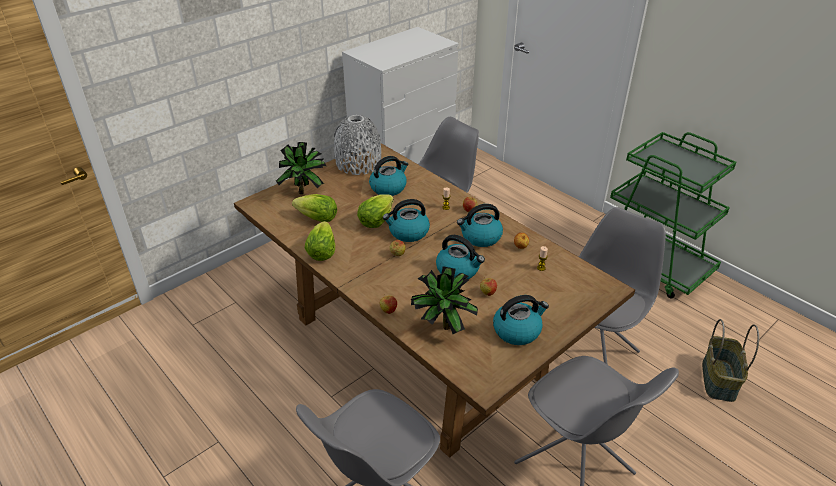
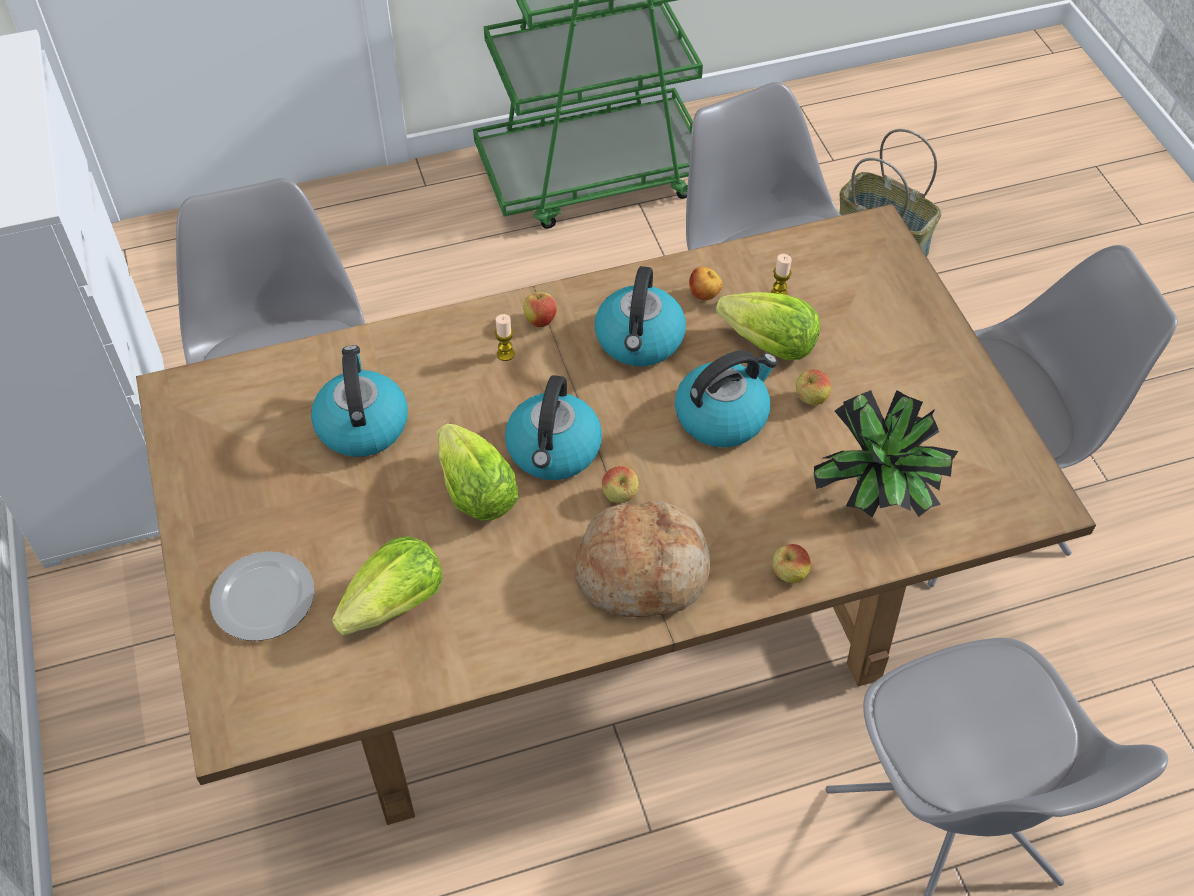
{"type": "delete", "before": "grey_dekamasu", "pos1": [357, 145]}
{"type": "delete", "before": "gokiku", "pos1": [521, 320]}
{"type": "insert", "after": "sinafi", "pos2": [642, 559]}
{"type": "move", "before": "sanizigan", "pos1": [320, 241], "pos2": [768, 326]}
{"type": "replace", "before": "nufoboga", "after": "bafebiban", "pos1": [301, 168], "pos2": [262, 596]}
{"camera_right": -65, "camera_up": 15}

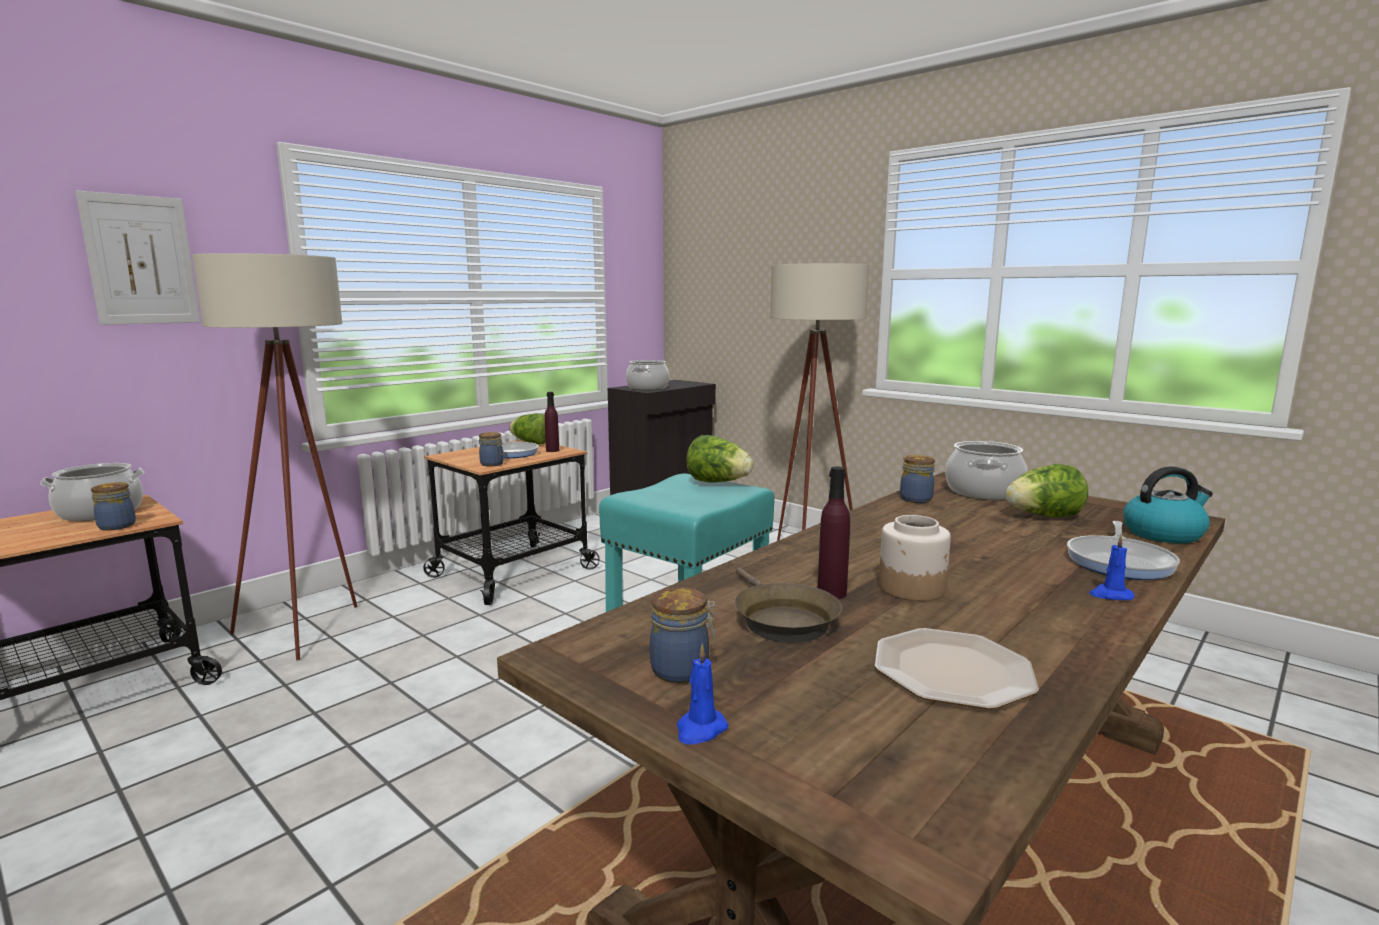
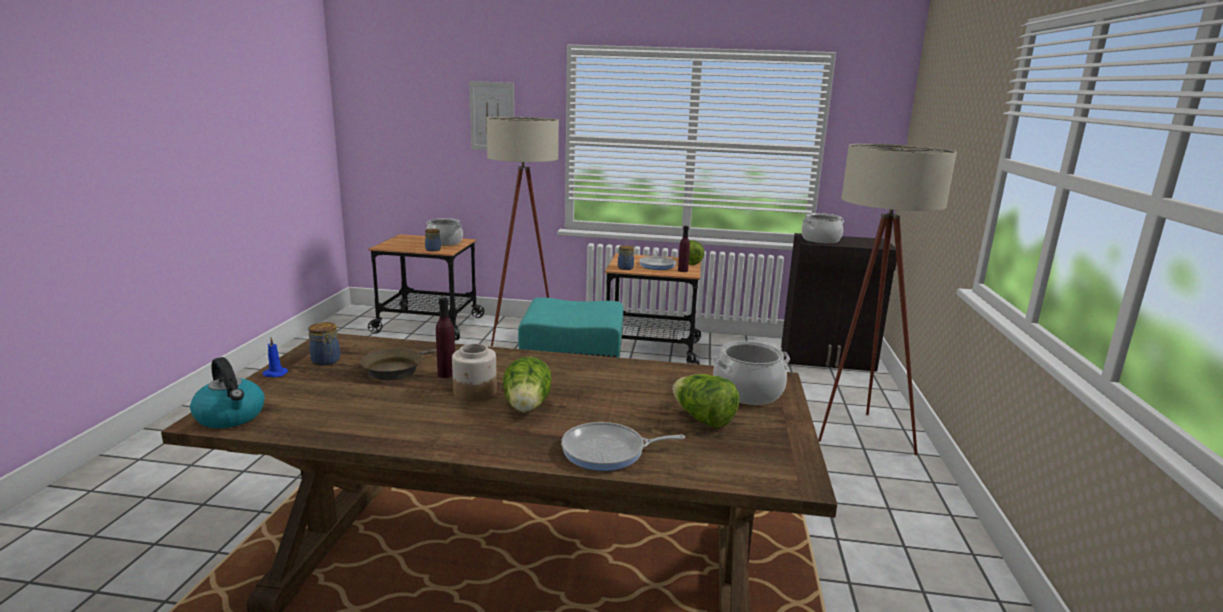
{"type": "delete", "before": "bafebiban", "pos1": [957, 668]}
{"type": "delete", "before": "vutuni", "pos1": [917, 479]}
{"type": "delete", "before": "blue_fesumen", "pos1": [1111, 567]}
{"type": "move", "before": "sanizigan", "pos1": [720, 459], "pos2": [527, 384]}
{"type": "move", "before": "gokiku", "pos1": [1168, 504], "pos2": [227, 392]}
{"camera_right": 55, "camera_up": 5}

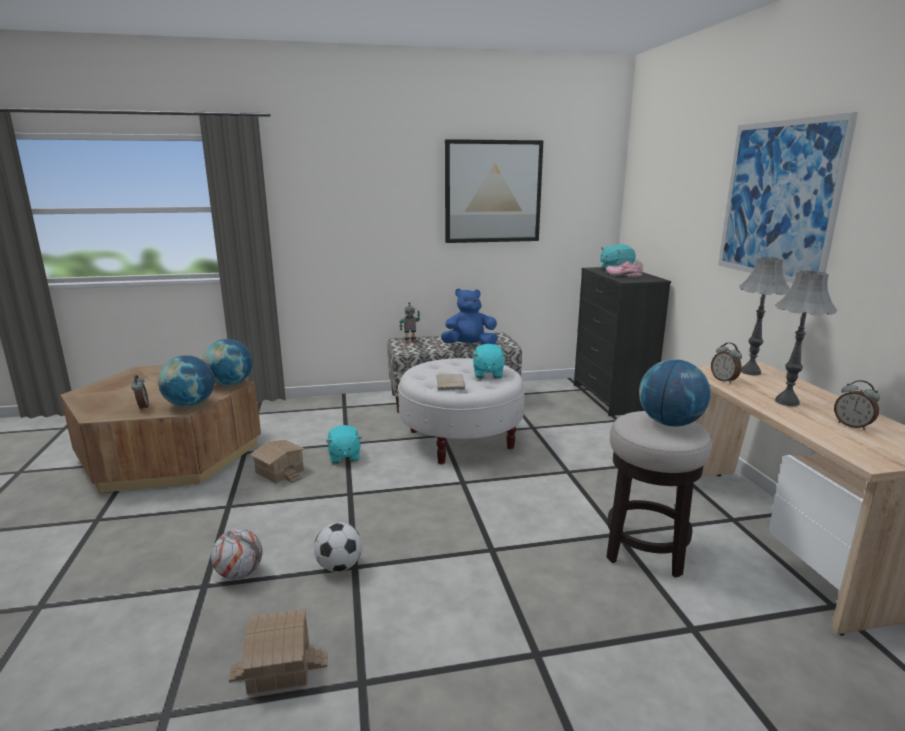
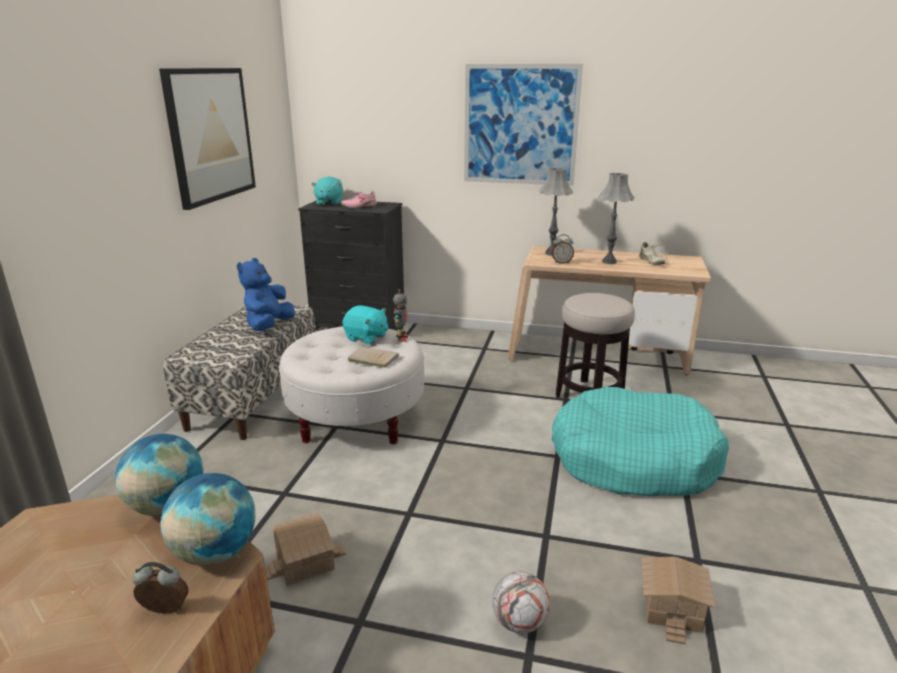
{"type": "delete", "before": "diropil", "pos1": [338, 547]}
{"type": "delete", "before": "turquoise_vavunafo", "pos1": [344, 444]}
{"type": "delete", "before": "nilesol", "pos1": [675, 392]}
{"type": "insert", "after": "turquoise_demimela", "pos2": [640, 442]}
{"type": "move", "before": "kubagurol", "pos1": [410, 322], "pos2": [400, 315]}
{"type": "replace", "before": "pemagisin", "after": "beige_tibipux", "pos1": [857, 405], "pos2": [652, 253]}
{"camera_right": -65, "camera_up": 5}

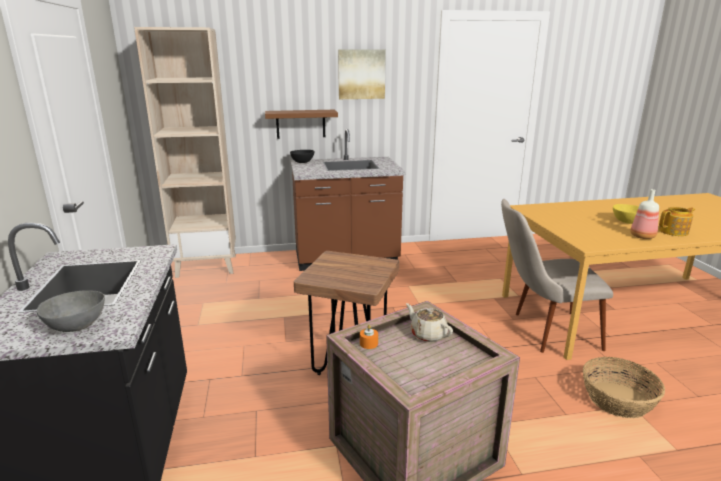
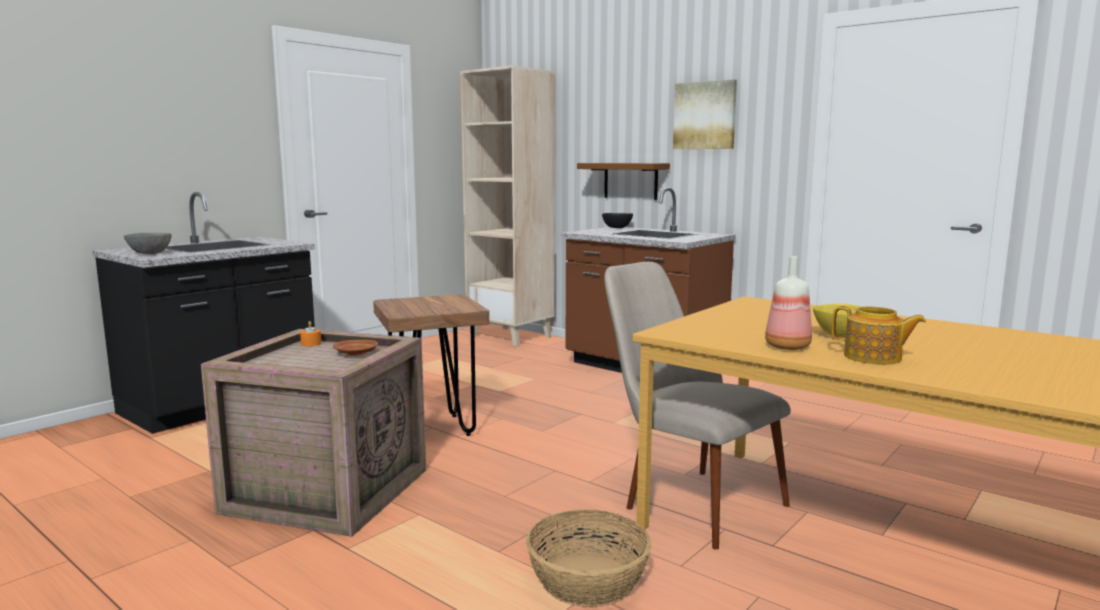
{"type": "replace", "before": "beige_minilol", "after": "brown_bafebiban", "pos1": [429, 322], "pos2": [355, 348]}
{"camera_right": 50, "camera_up": -10}

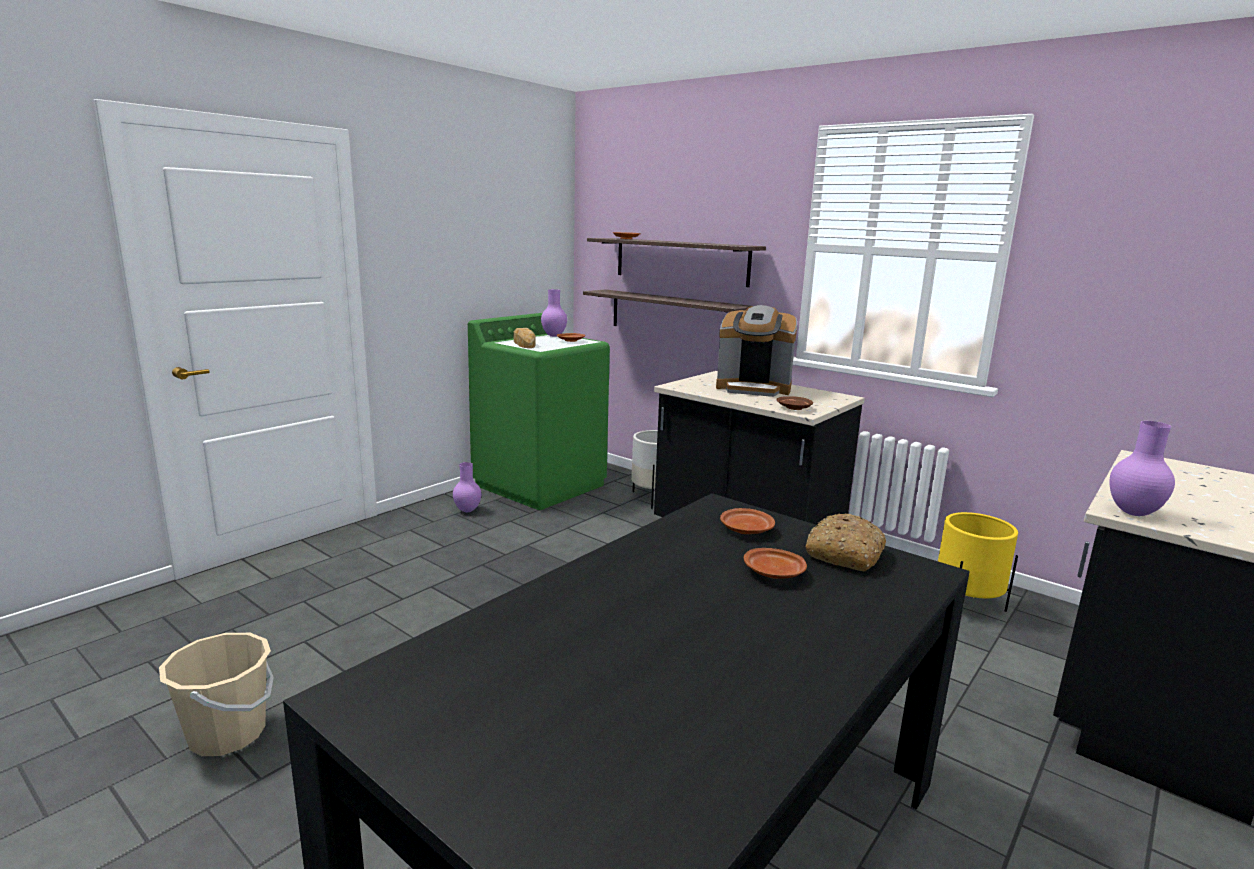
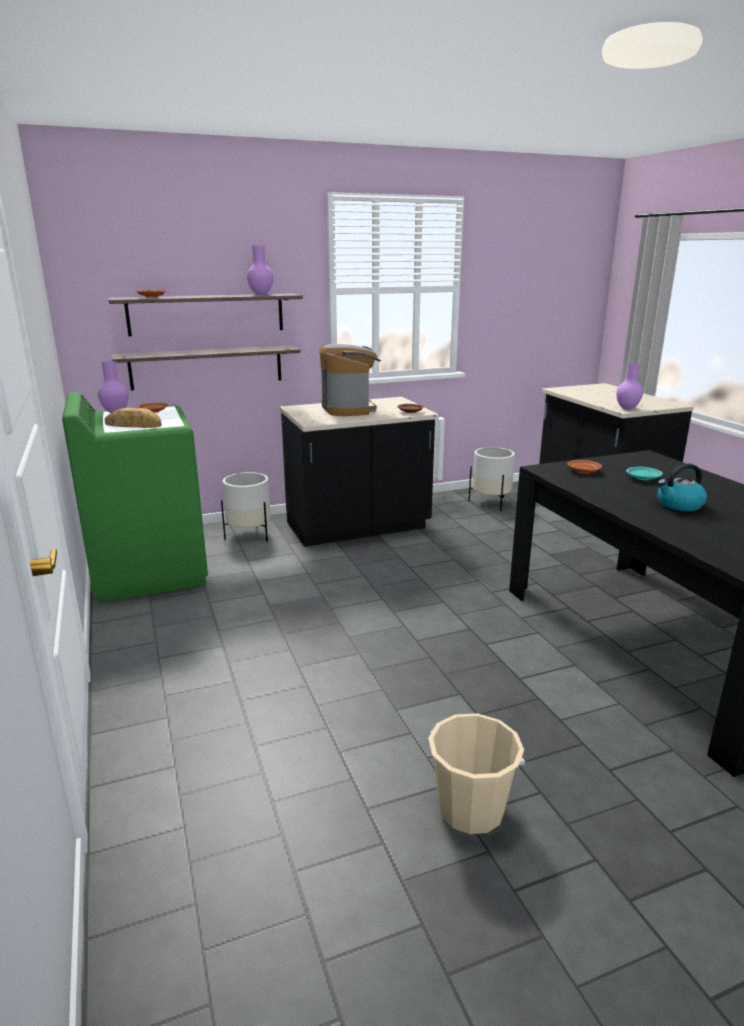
{"type": "delete", "before": "sinafi", "pos1": [846, 542]}
{"type": "insert", "after": "gokiku", "pos2": [682, 487]}
{"type": "move", "before": "purple_dekamasu", "pos1": [467, 487], "pos2": [260, 270]}
{"type": "recolor", "before": "brown_bafebiban", "after": "turquoise_bafebiban", "pos1": [775, 563], "pos2": [644, 473]}
{"type": "recolor", "before": "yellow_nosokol", "after": "white_nosokol", "pos1": [978, 562], "pos2": [492, 479]}
{"type": "rotate", "before": "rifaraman", "pos1": [756, 351], "pos2": [349, 380], "turn": -60}
{"camera_right": -60, "camera_up": 5}

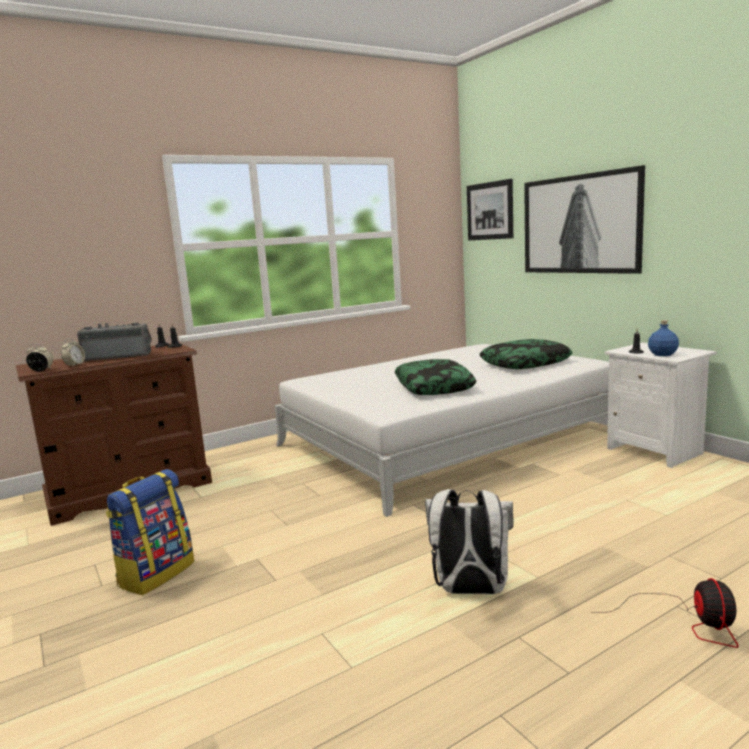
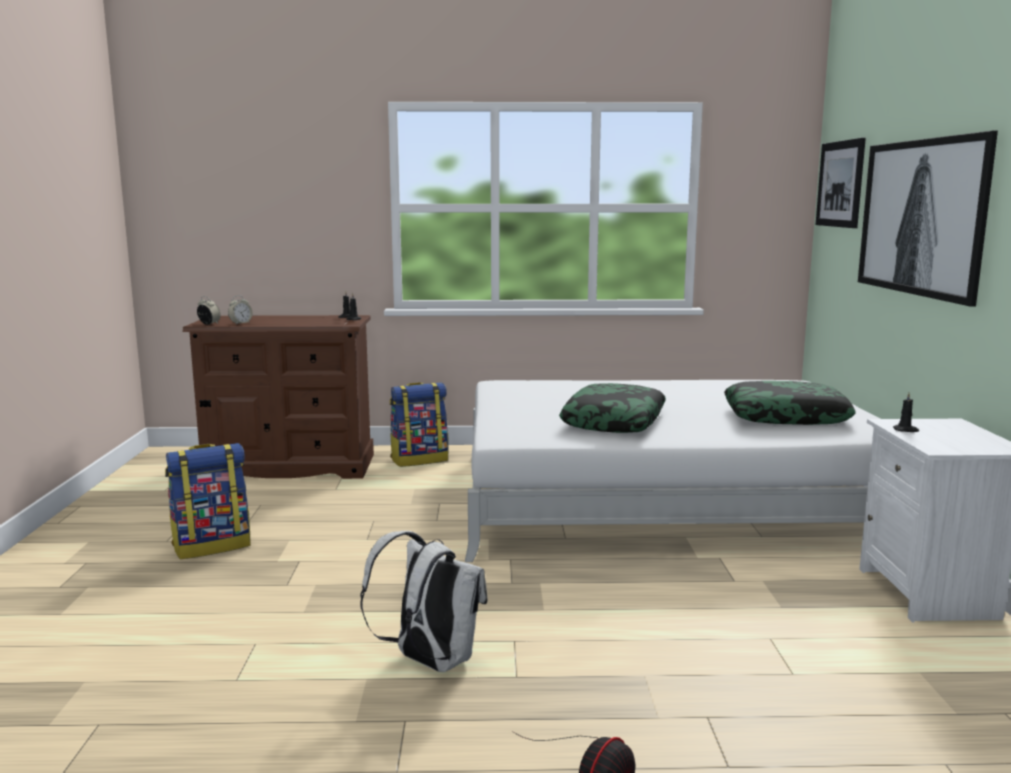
{"type": "delete", "before": "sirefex", "pos1": [114, 342]}
{"type": "delete", "before": "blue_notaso", "pos1": [663, 338]}
{"type": "insert", "after": "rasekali", "pos2": [419, 424]}
{"camera_right": 30, "camera_up": 0}

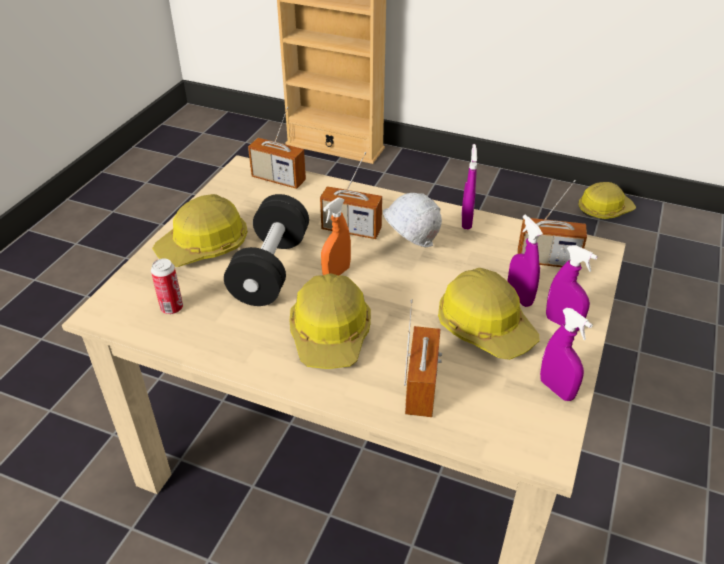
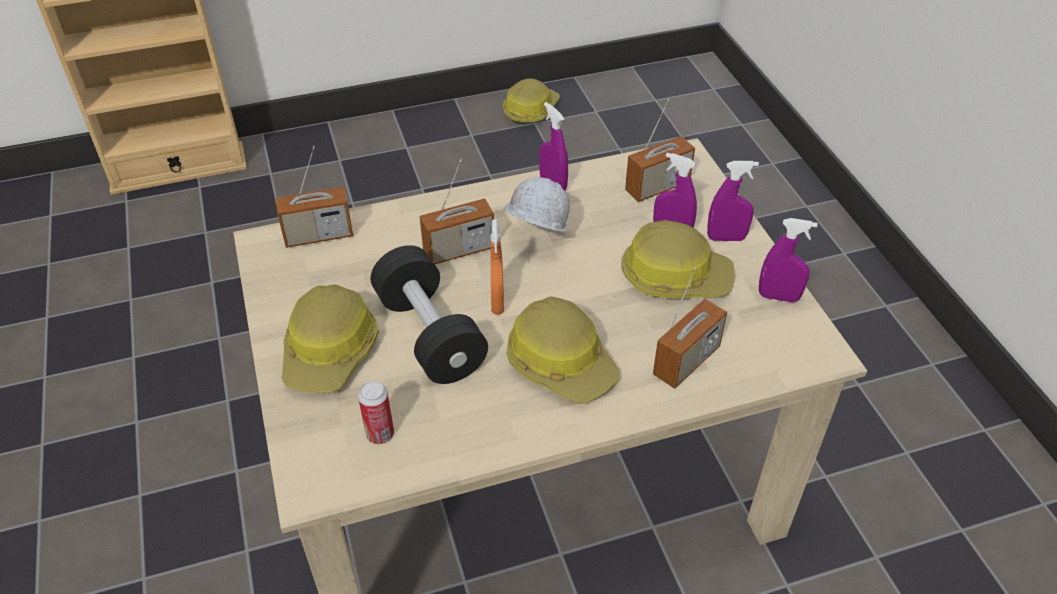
{"type": "rotate", "before": "sirefex", "pos1": [423, 358], "pos2": [690, 328], "turn": 75}
{"camera_right": -40, "camera_up": 5}

